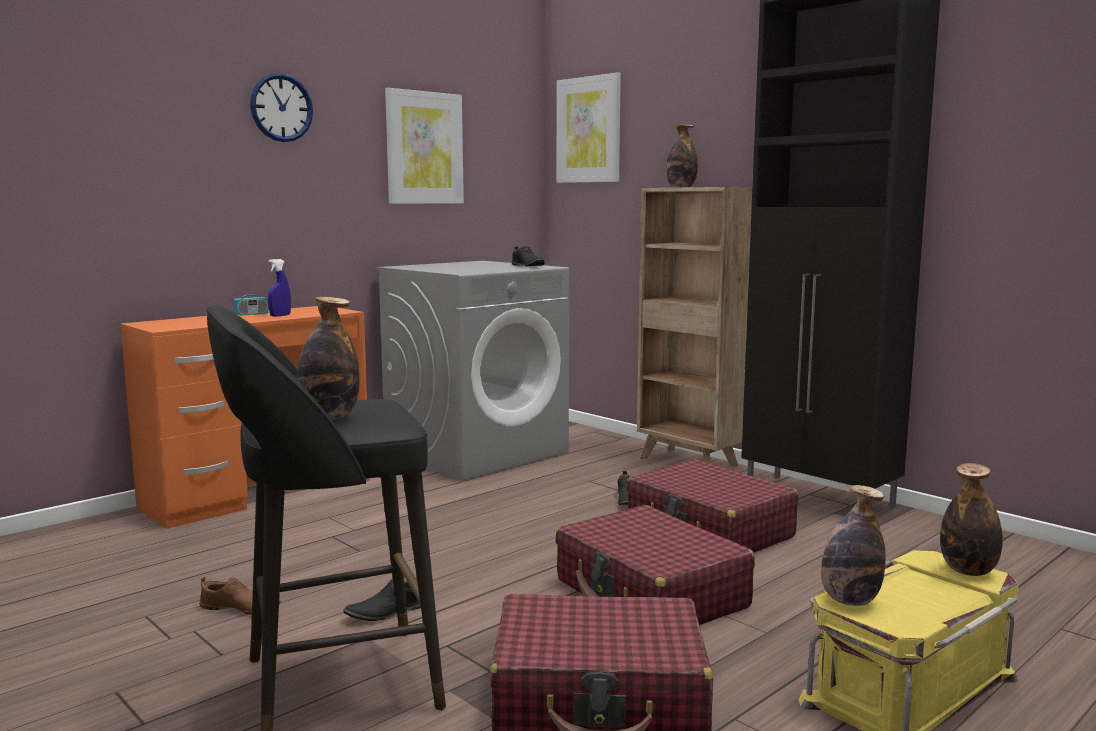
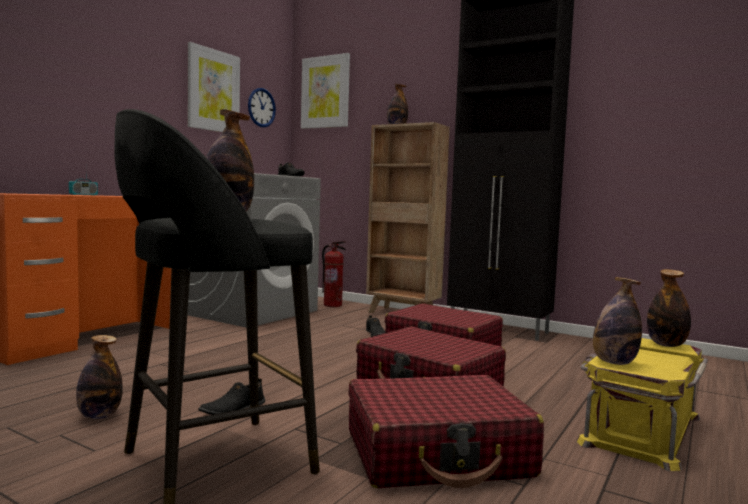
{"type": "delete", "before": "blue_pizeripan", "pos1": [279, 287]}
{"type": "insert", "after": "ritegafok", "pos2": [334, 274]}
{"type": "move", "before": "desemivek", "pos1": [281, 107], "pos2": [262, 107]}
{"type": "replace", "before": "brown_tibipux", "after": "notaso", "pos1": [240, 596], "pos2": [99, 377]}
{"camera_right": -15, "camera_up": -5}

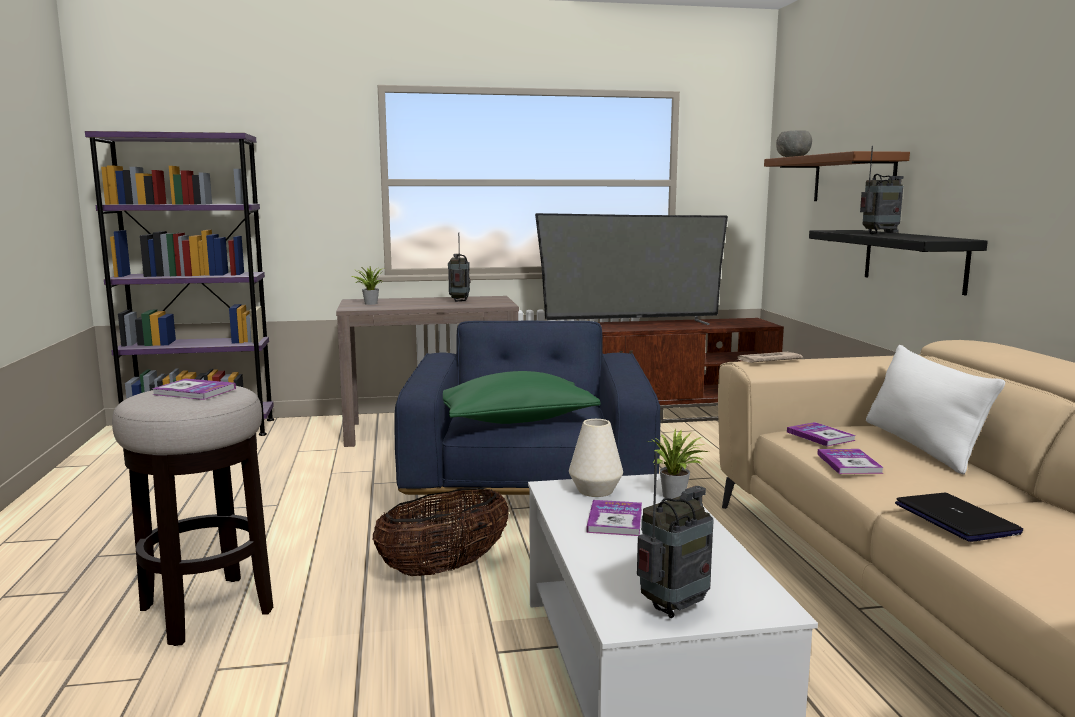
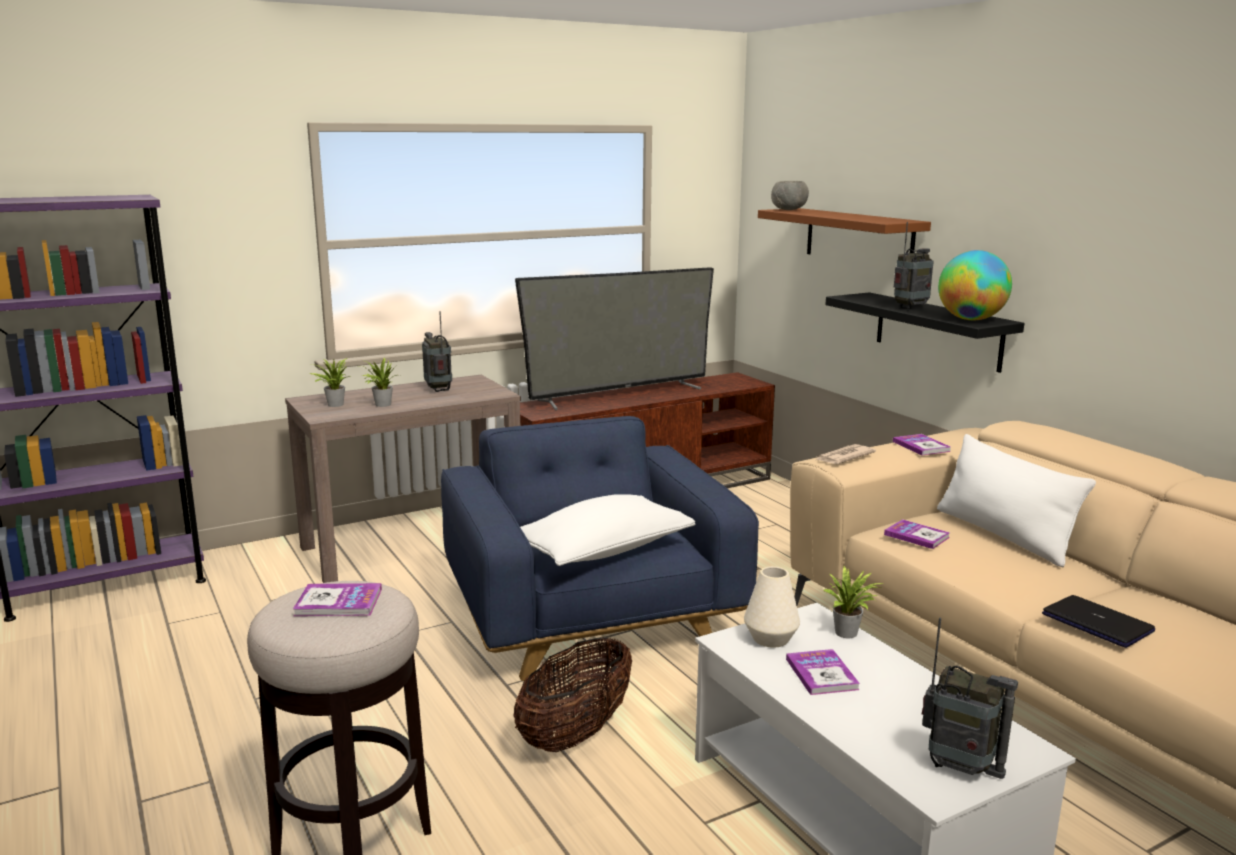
{"type": "insert", "after": "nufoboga", "pos2": [377, 382]}
{"type": "insert", "after": "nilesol", "pos2": [975, 285]}
{"type": "move", "before": "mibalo", "pos1": [850, 461], "pos2": [922, 444]}
{"type": "recolor", "before": "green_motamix", "after": "white_motamix", "pos1": [522, 397], "pos2": [607, 530]}
{"type": "rotate", "before": "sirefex", "pos1": [675, 534], "pos2": [970, 698], "turn": 90}
{"camera_right": -20, "camera_up": 5}

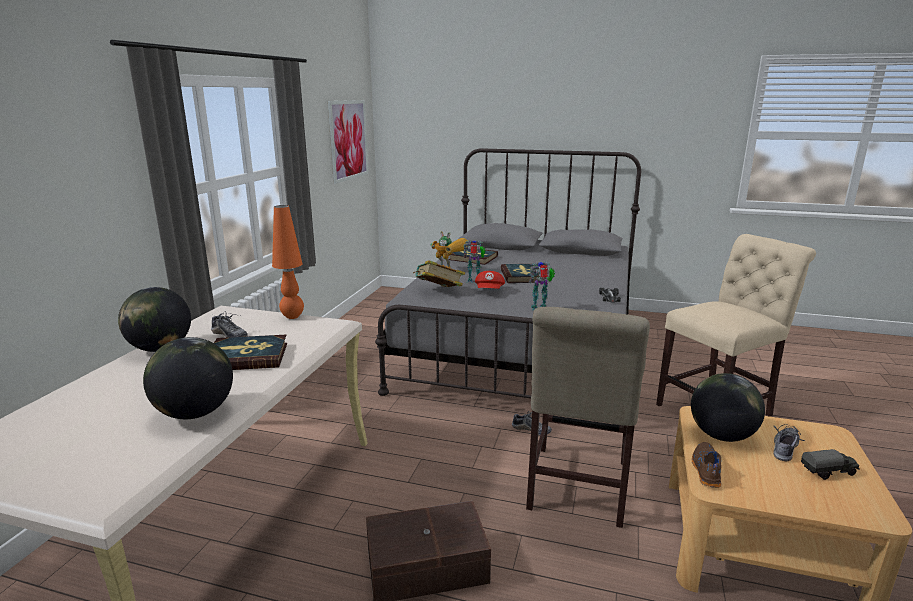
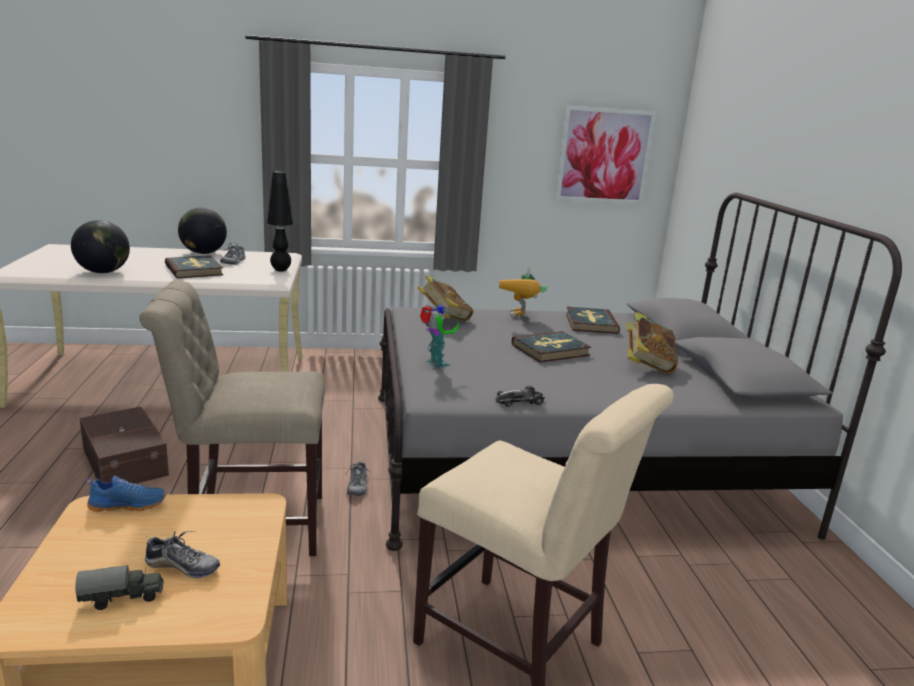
{"type": "delete", "before": "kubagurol", "pos1": [474, 262]}
{"type": "delete", "before": "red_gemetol", "pos1": [490, 280]}
{"type": "delete", "before": "nilesol", "pos1": [728, 407]}
{"type": "insert", "after": "mibalo", "pos2": [652, 343]}
{"type": "recolor", "before": "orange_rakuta", "after": "black_rakuta", "pos1": [288, 262], "pos2": [280, 221]}
{"type": "recolor", "before": "brown_tibipux", "after": "blue_tibipux", "pos1": [706, 465], "pos2": [126, 494]}
{"type": "rotate", "before": "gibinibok", "pos1": [830, 464], "pos2": [119, 587], "turn": -75}
{"camera_right": 65, "camera_up": 0}

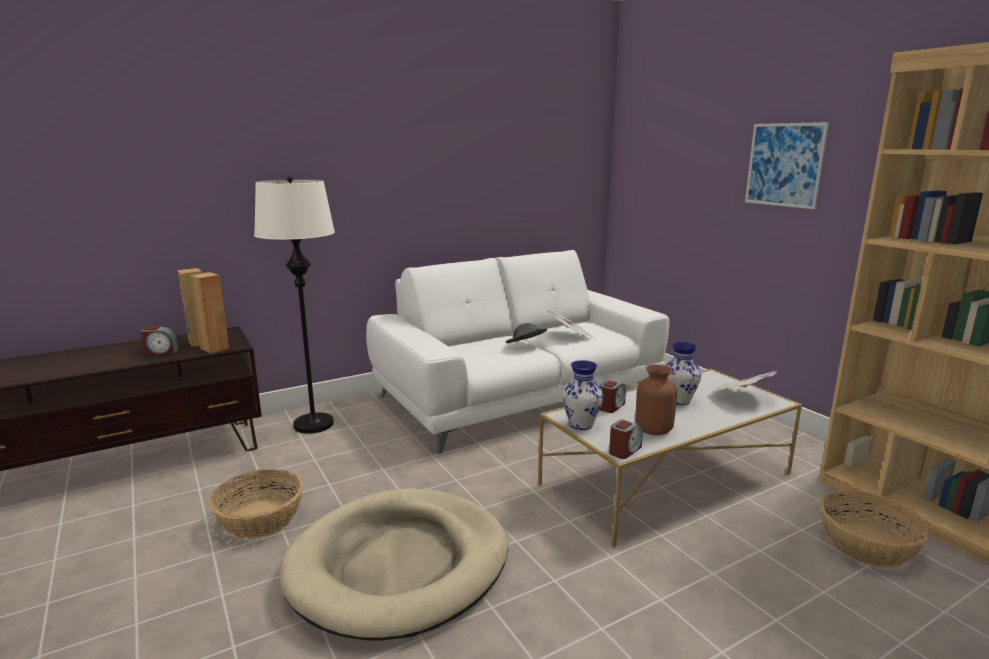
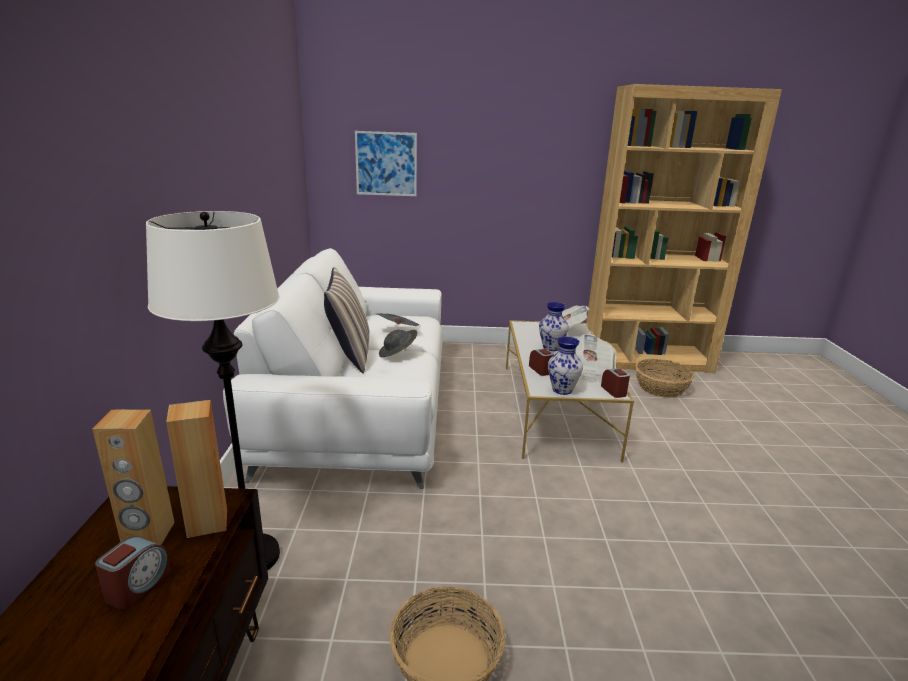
{"type": "delete", "before": "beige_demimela", "pos1": [394, 564]}
{"type": "insert", "after": "motamix", "pos2": [346, 320]}
{"type": "move", "before": "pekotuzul", "pos1": [787, 165], "pos2": [386, 163]}
{"type": "replace", "before": "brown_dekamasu", "after": "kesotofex", "pos1": [656, 400], "pos2": [596, 358]}
{"camera_right": -60, "camera_up": 5}

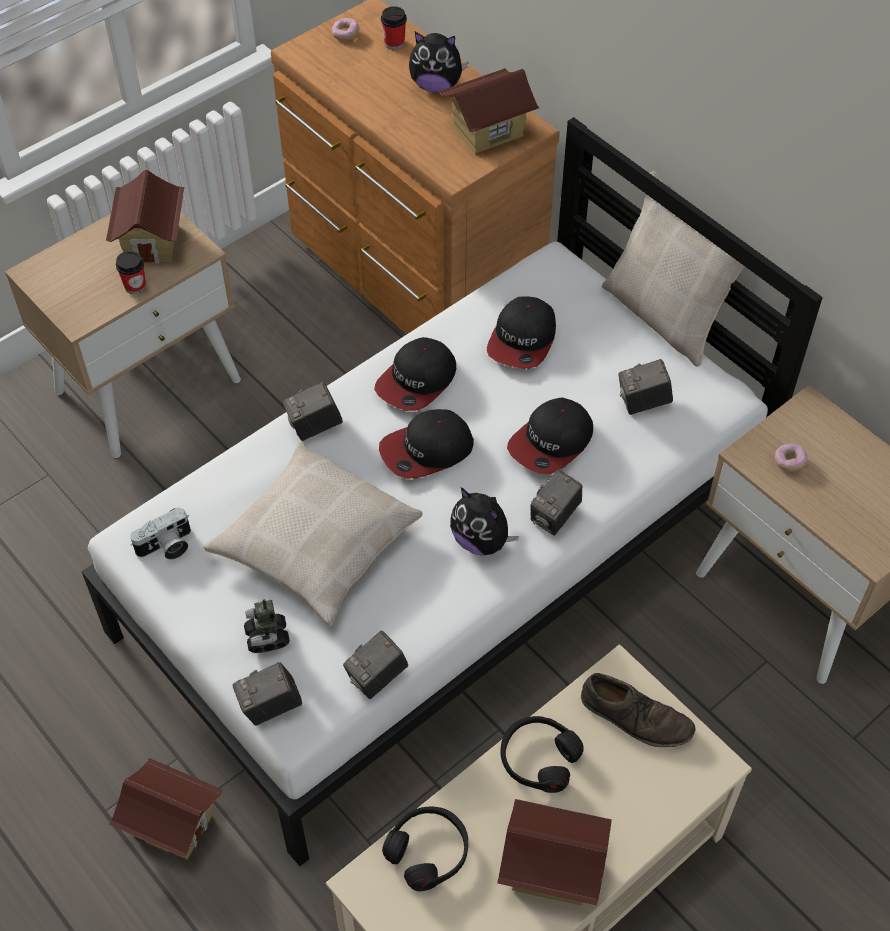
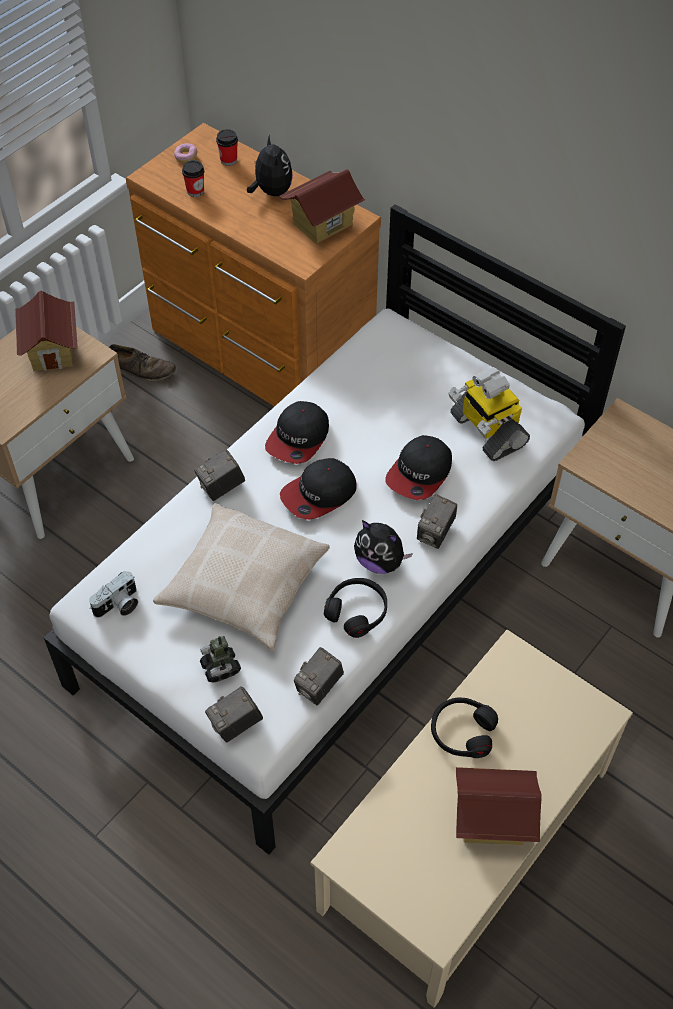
{"type": "delete", "before": "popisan", "pos1": [166, 809]}
{"type": "delete", "before": "gemetol", "pos1": [521, 333]}
{"type": "delete", "before": "beige_motamix", "pos1": [679, 269]}
{"type": "delete", "before": "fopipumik", "pos1": [791, 457]}
{"type": "move", "before": "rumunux", "pos1": [131, 272], "pos2": [193, 178]}
{"type": "move", "before": "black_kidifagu", "pos1": [425, 849], "pos2": [355, 608]}
{"type": "move", "before": "brown_tibipux", "pos1": [638, 710], "pos2": [142, 363]}
{"type": "replace", "before": "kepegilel", "after": "kubagurol", "pos1": [646, 387], "pos2": [489, 414]}
{"type": "rotate", "before": "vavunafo", "pos1": [439, 62], "pos2": [270, 165], "turn": -105}
{"camera_right": -10, "camera_up": 0}

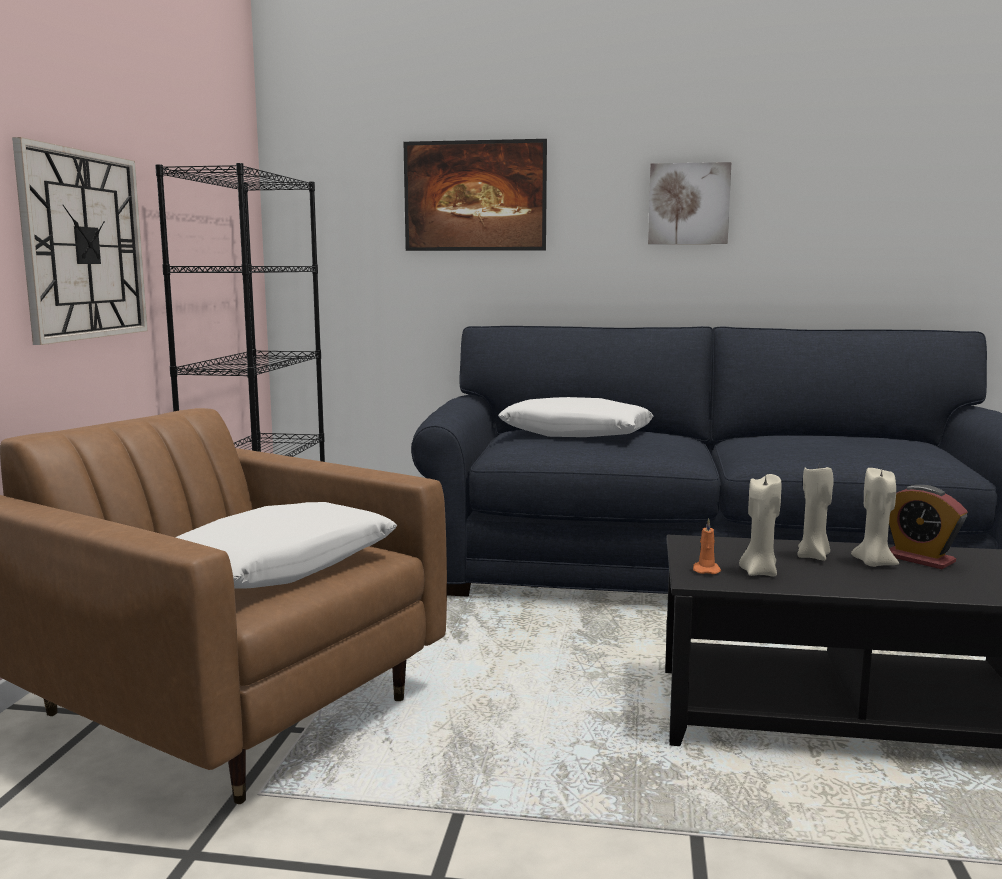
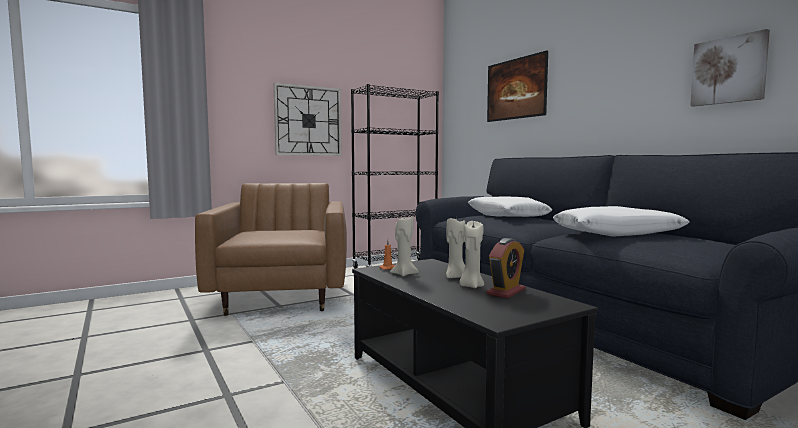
{"type": "move", "before": "white_motamix", "pos1": [286, 545], "pos2": [621, 221]}
{"type": "move", "before": "pekotuzul", "pos1": [689, 203], "pos2": [730, 68]}
{"type": "rotate", "before": "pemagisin", "pos1": [928, 527], "pos2": [505, 268], "turn": -150}
{"camera_right": 50, "camera_up": -5}

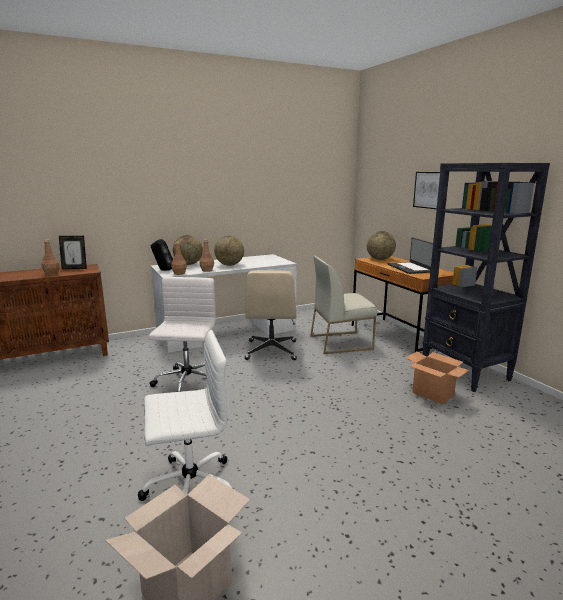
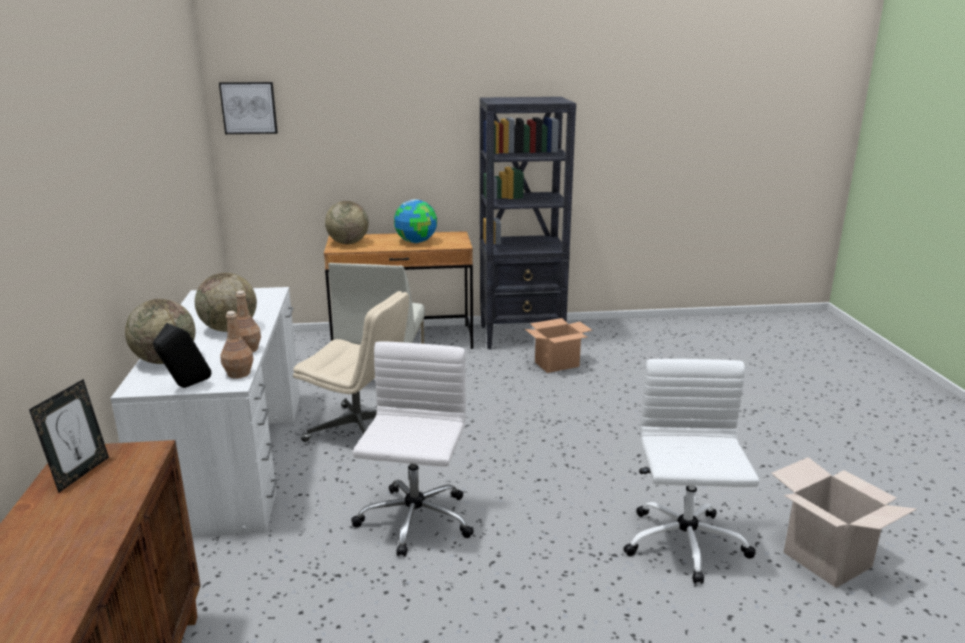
{"type": "delete", "before": "brown_notaso", "pos1": [50, 257]}
{"type": "move", "before": "pekotuzul", "pos1": [426, 190], "pos2": [248, 108]}
{"type": "replace", "before": "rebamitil", "after": "nilesol", "pos1": [410, 256], "pos2": [415, 221]}
{"type": "rotate", "before": "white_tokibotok", "pos1": [182, 334], "pos2": [412, 449], "turn": 75}
{"camera_right": -70, "camera_up": 5}

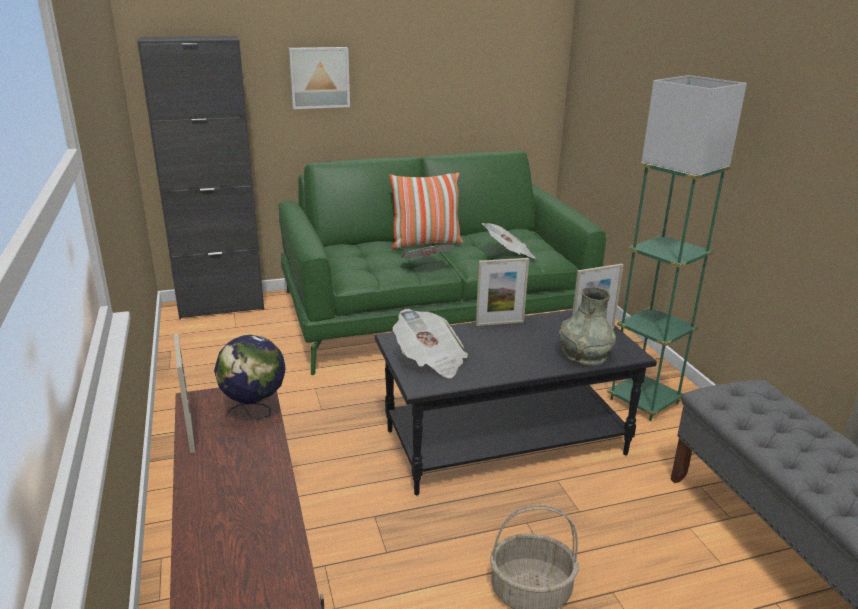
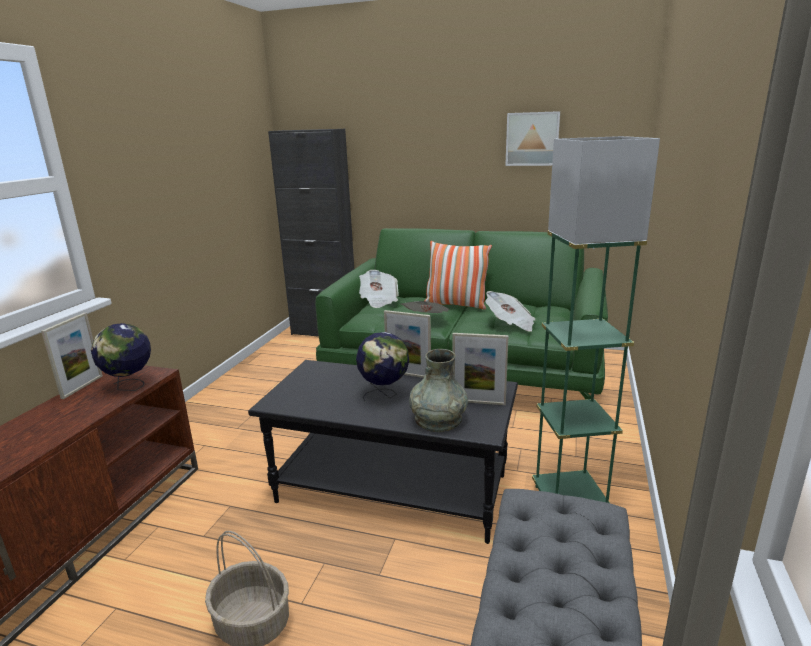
{"type": "insert", "after": "nilesol", "pos2": [382, 366]}
{"type": "move", "before": "pekotuzul", "pos1": [319, 78], "pos2": [532, 138]}
{"type": "move", "before": "kesotofex", "pos1": [430, 343], "pos2": [379, 289]}
{"camera_right": 35, "camera_up": -5}

